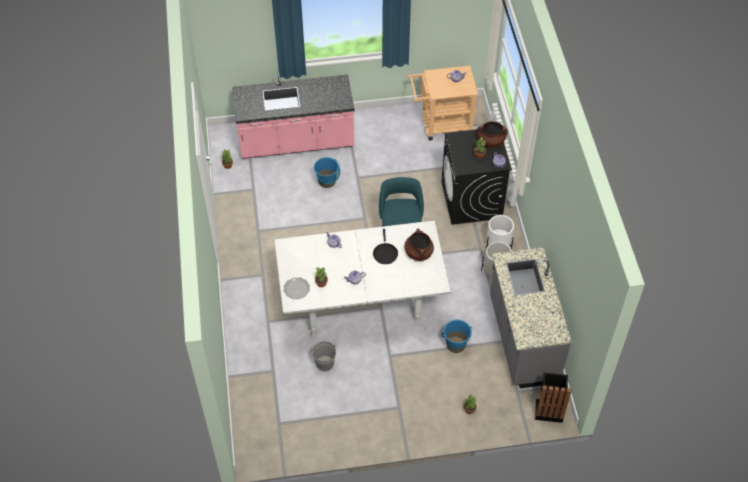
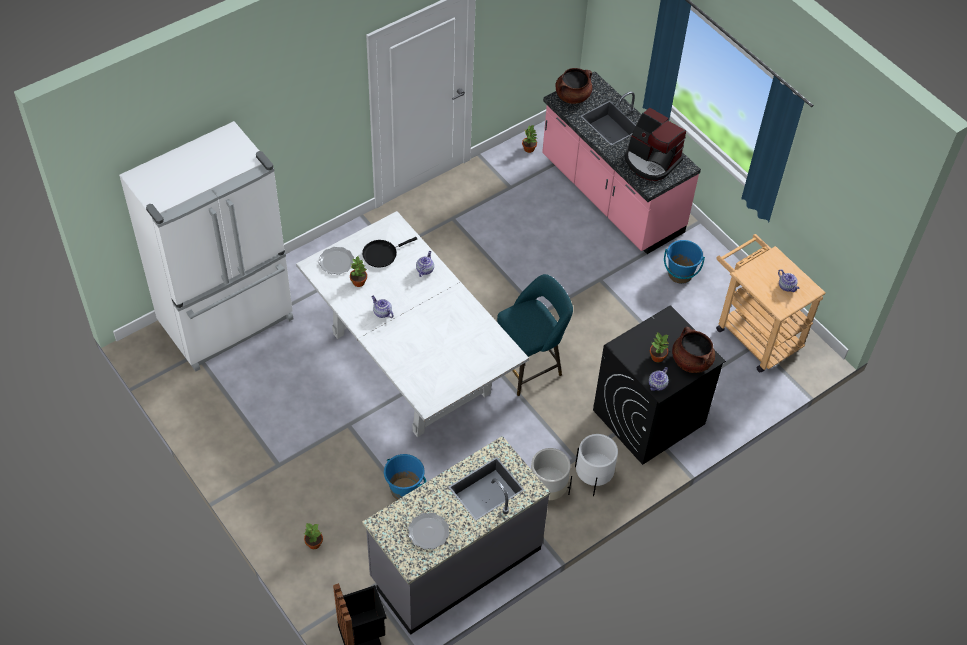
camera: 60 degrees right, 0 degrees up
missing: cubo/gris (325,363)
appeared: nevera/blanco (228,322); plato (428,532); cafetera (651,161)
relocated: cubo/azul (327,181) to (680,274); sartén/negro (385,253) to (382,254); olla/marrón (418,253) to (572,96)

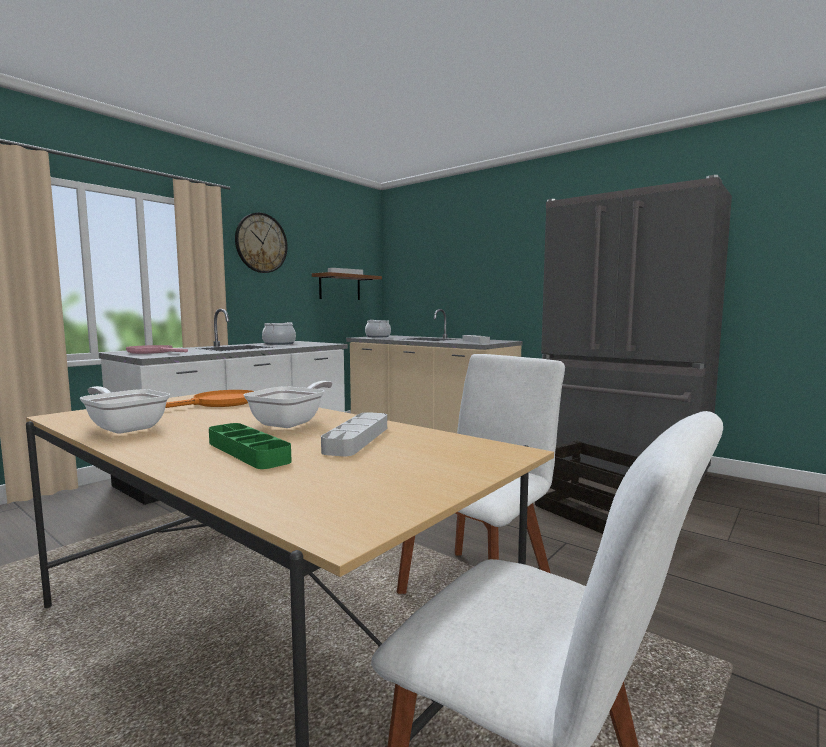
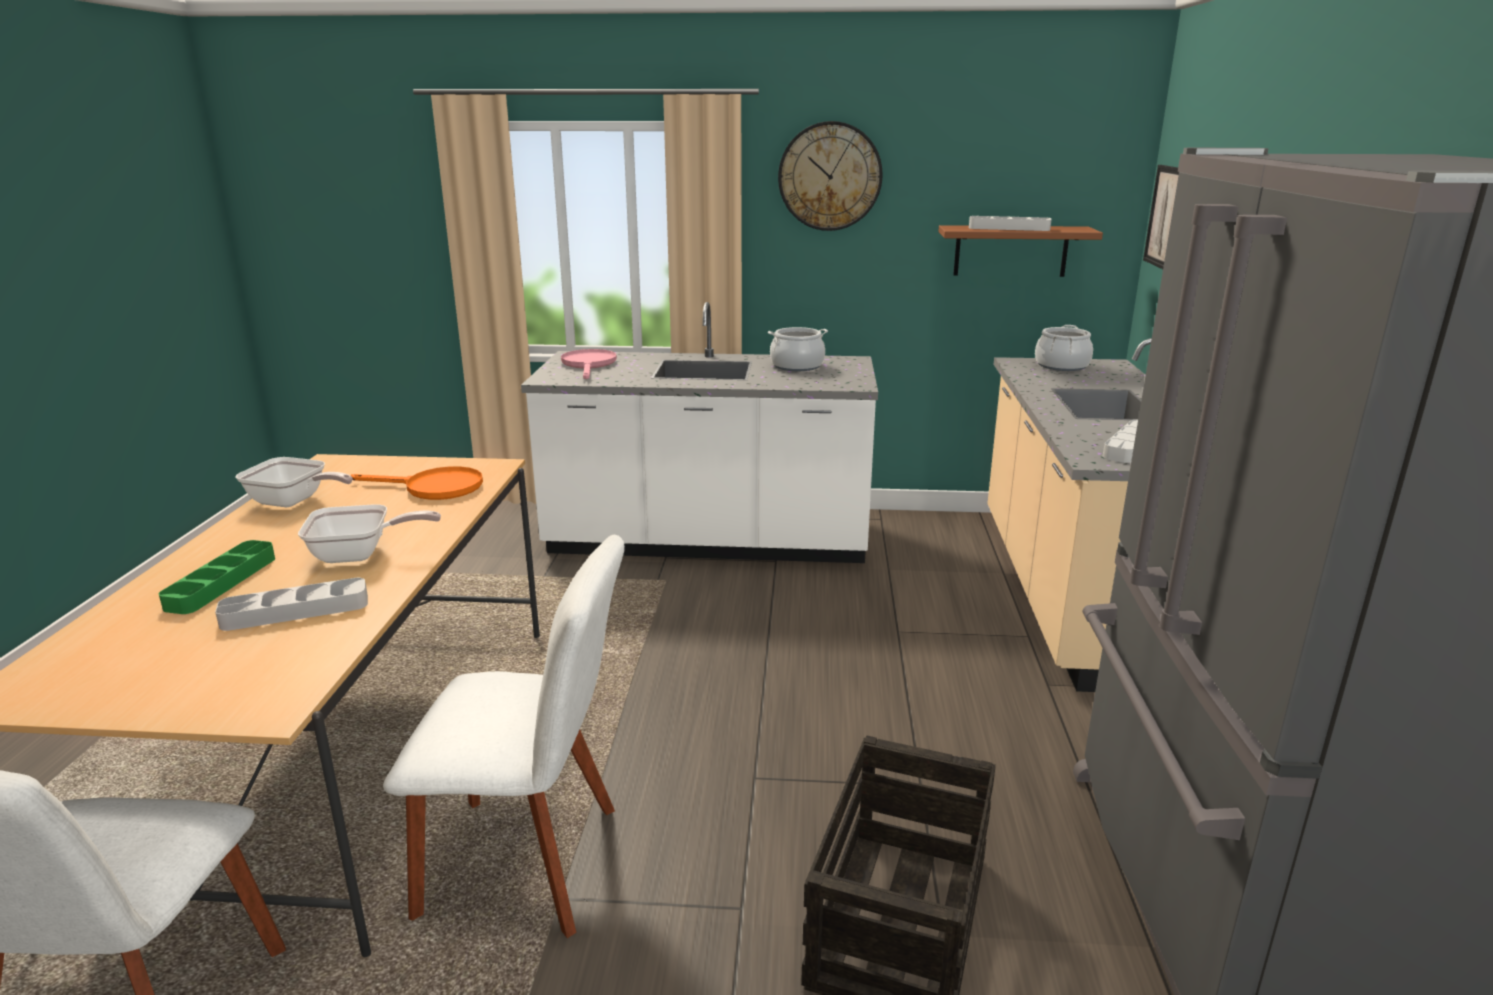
camera: 55 degrees right, 15 degrees up
appeared: cuadro (1163,216)
spun: sartén (125,427) = (294,502) 105 degrees clockwise

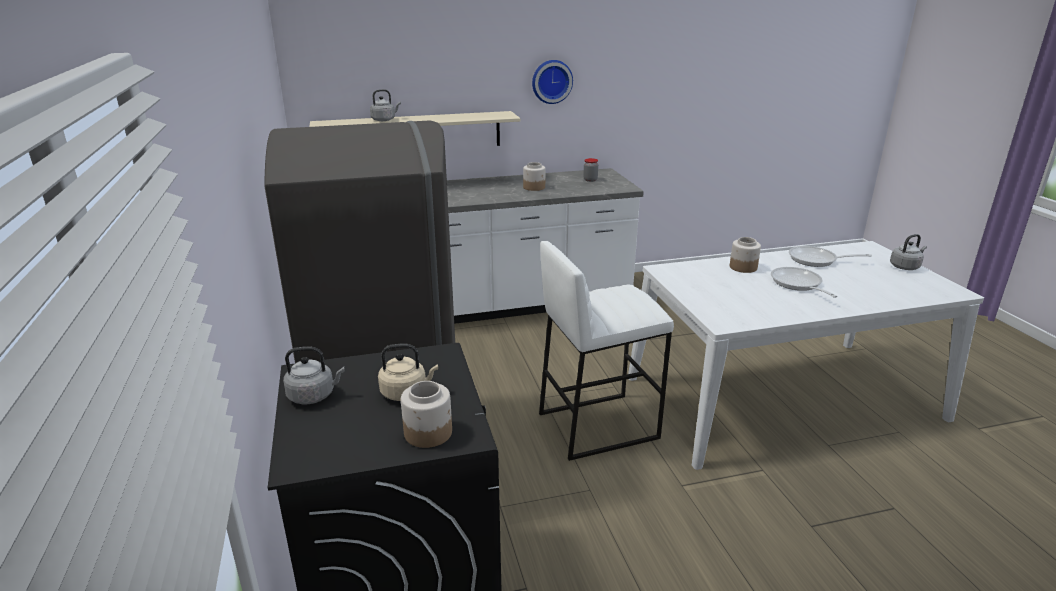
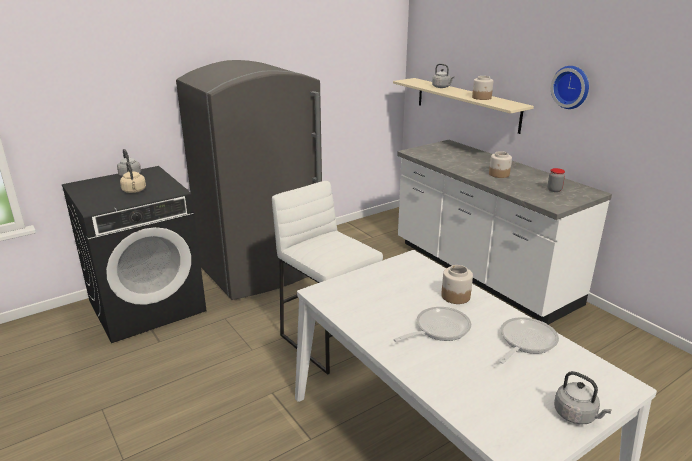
camera: 70 degrees right, 0 degrees up
relocated: tarro (429,433) to (482,98)
spun: sartén (817,260) = (525,342) 45 degrees clockwise

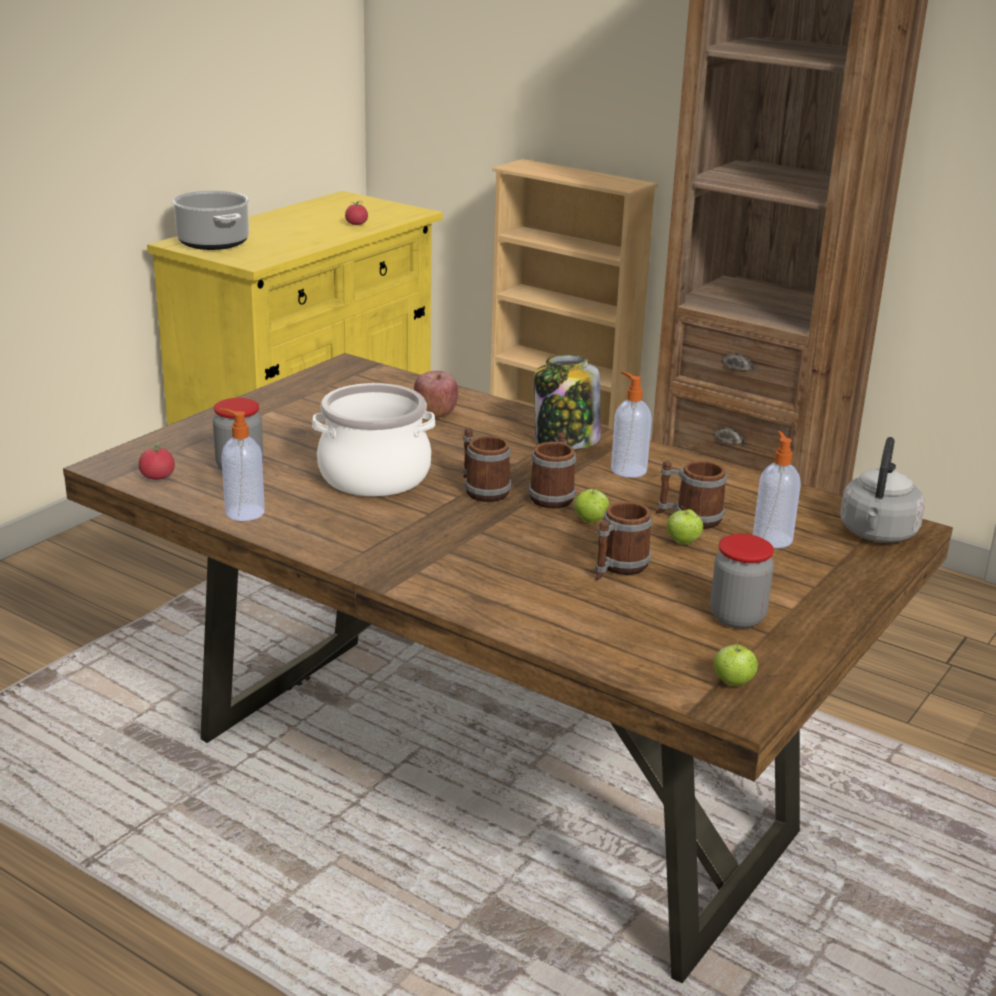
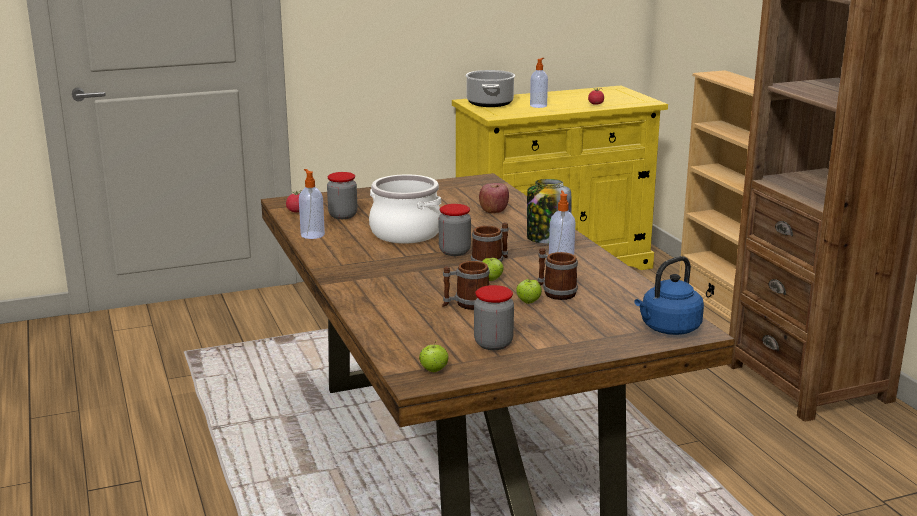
camera: 35 degrees right, 5 degrees down
relocated: dispensador de jabón (771,538) to (538,106)
exchanged: taza grande (482,489) to tarro (454,251)
colour: hervidor/gris (877,534) to hervidor/azul (668,329)

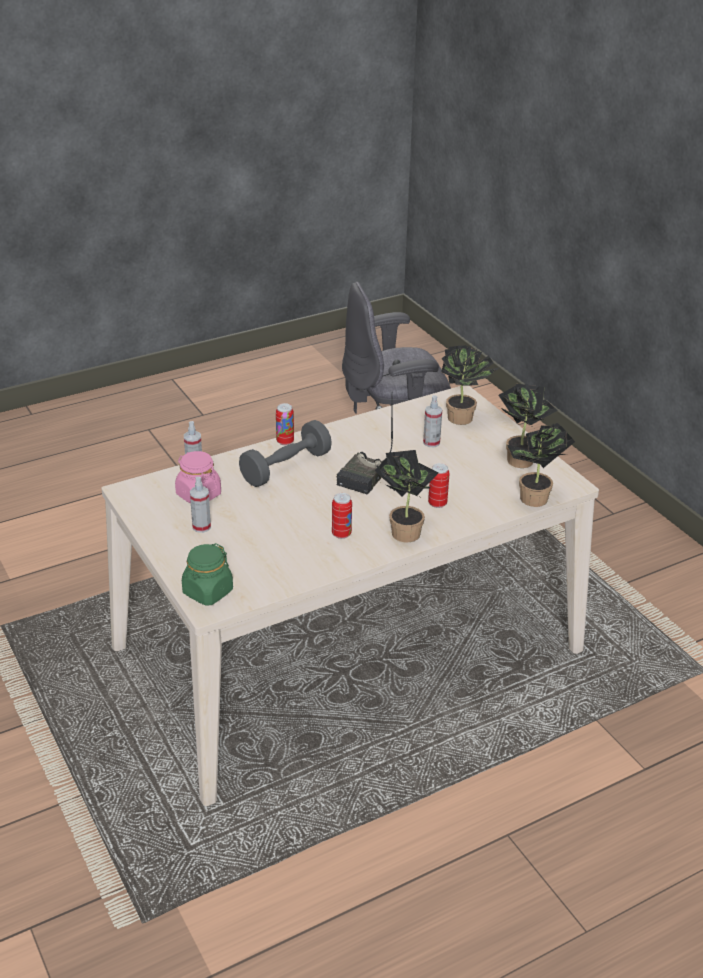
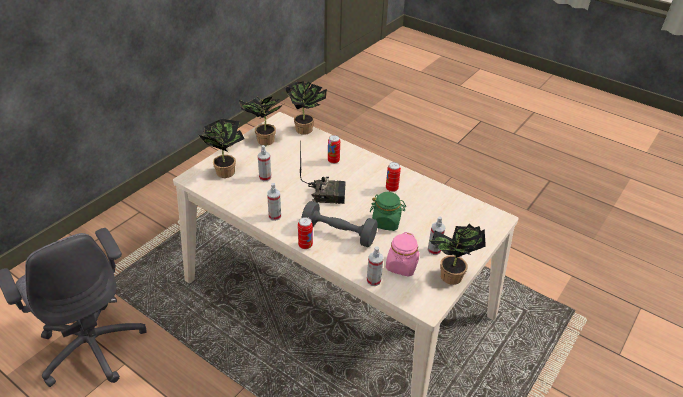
camera: 115 degrees left, 5 degrees up
appeared: pulverizador (274,216)
relocated: tarro/verde (207,592) to (386,222); planta en maceta (403,531) to (449,278)

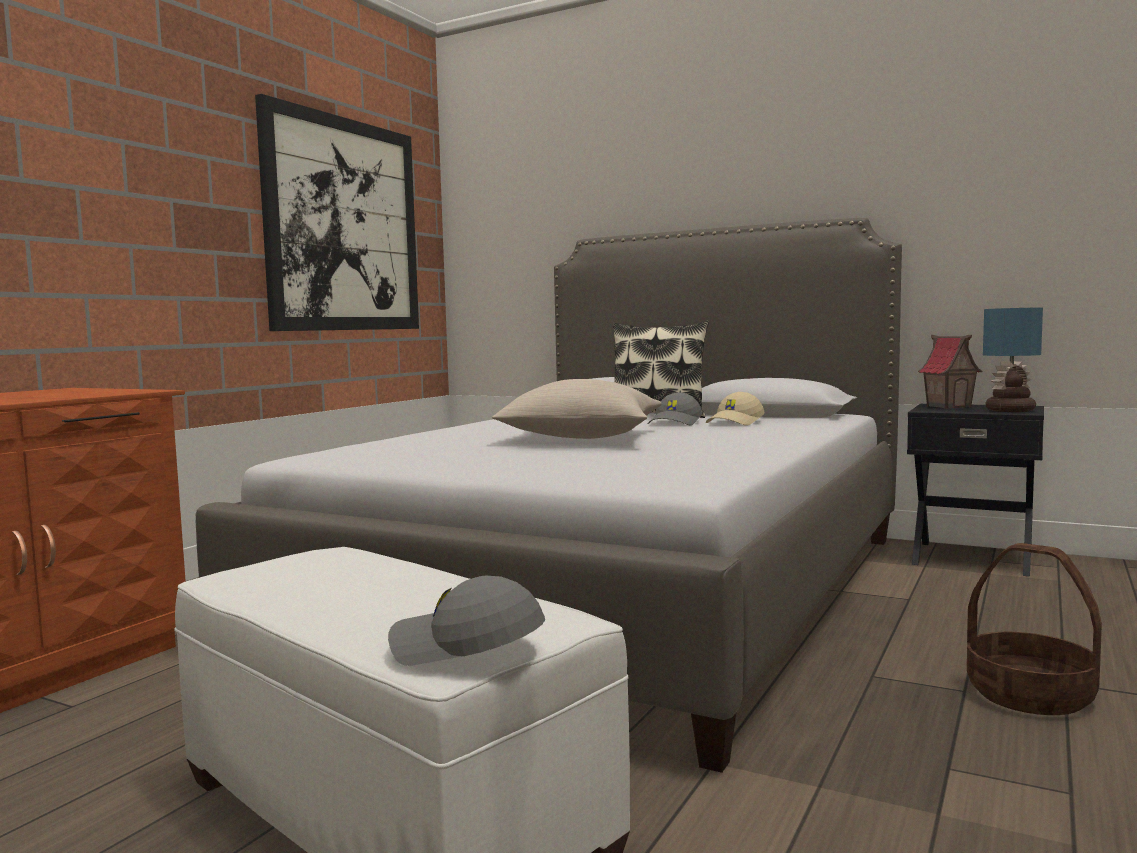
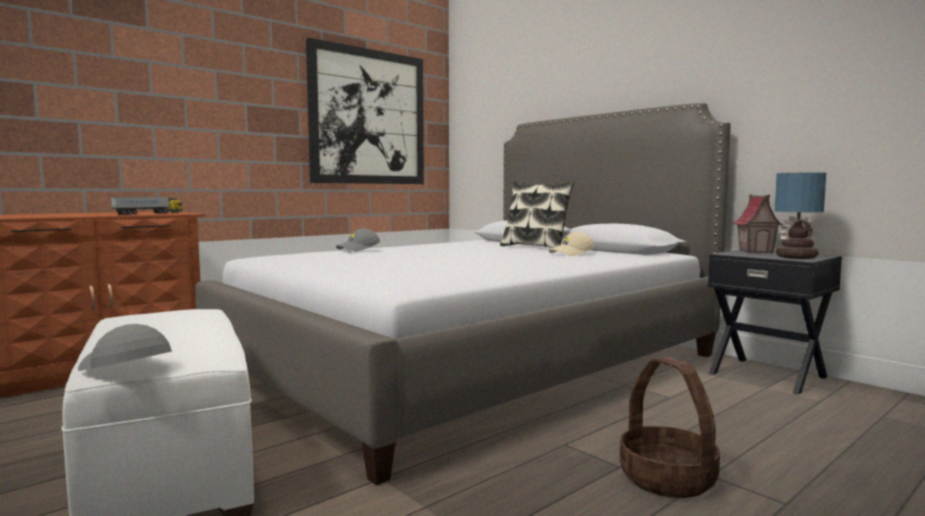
camera: 20 degrees right, 0 degrees up
missing: cojín/beis (582,437)
appeared: camión de juguete (148,213)
relocated: gorra/gris (676,422) to (358,249)

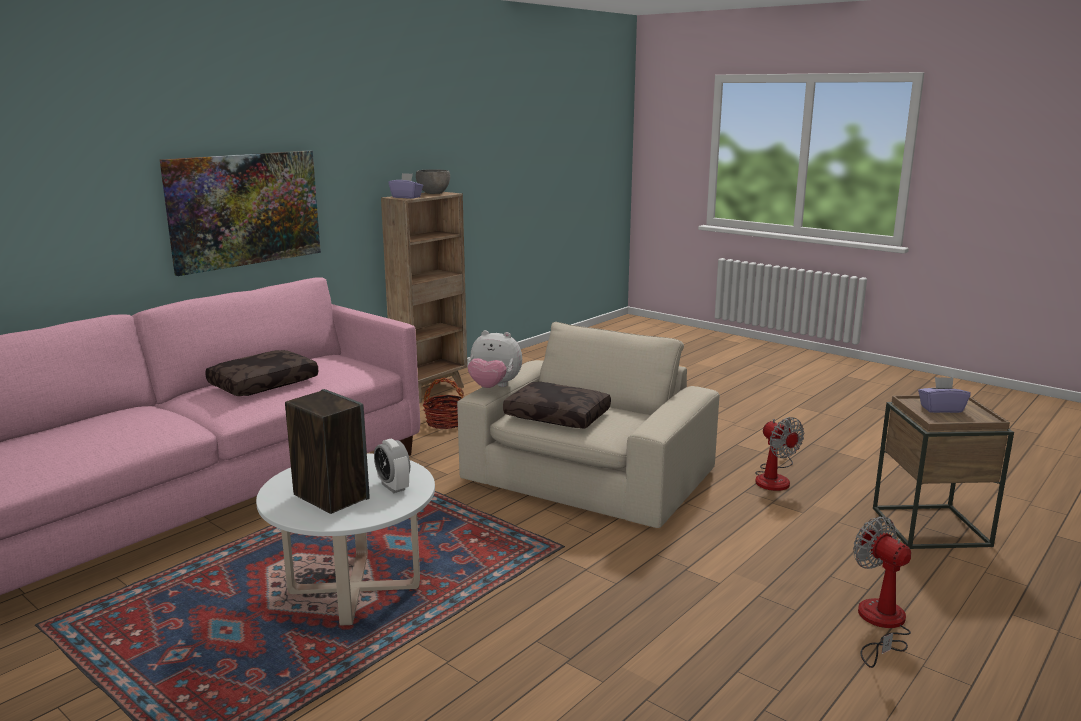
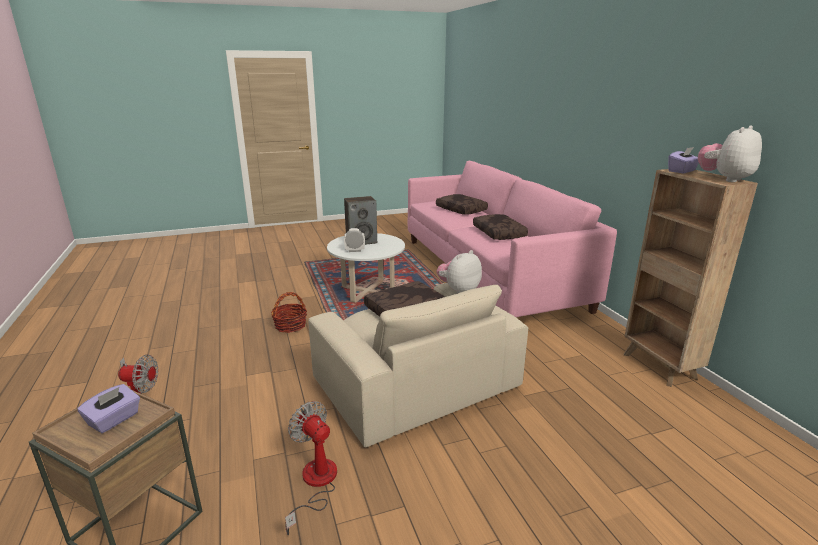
camera: 120 degrees right, 5 degrees up
missing: cuadro (245,209)
appeared: cojín/marrón (462,210)
relocated: cesta (445,422) to (290,325)
exchanged: cuenco/gris (434,193) to peluche (725,179)
spun: ventilador (774,478) = (315,484) 45 degrees clockwise

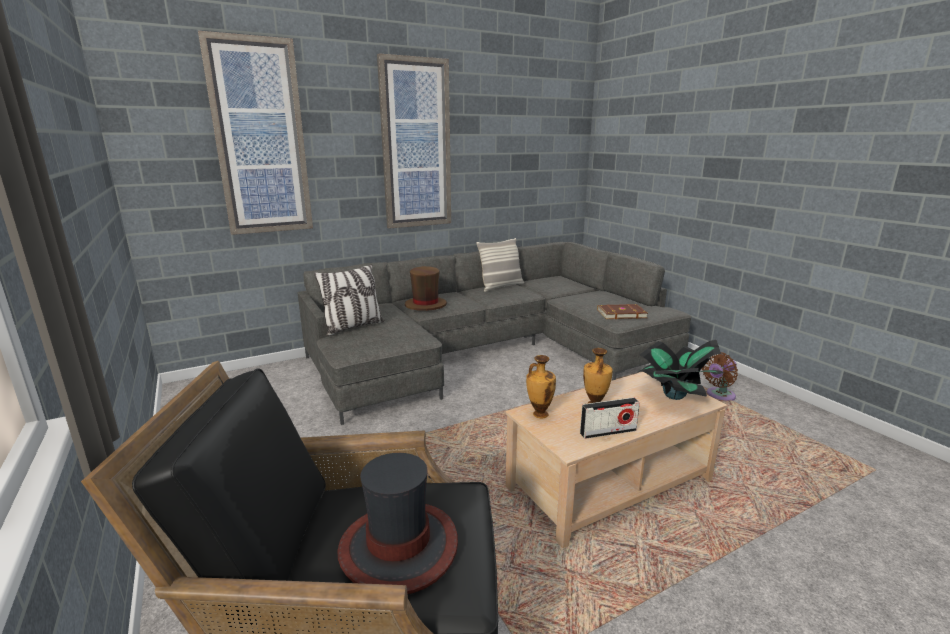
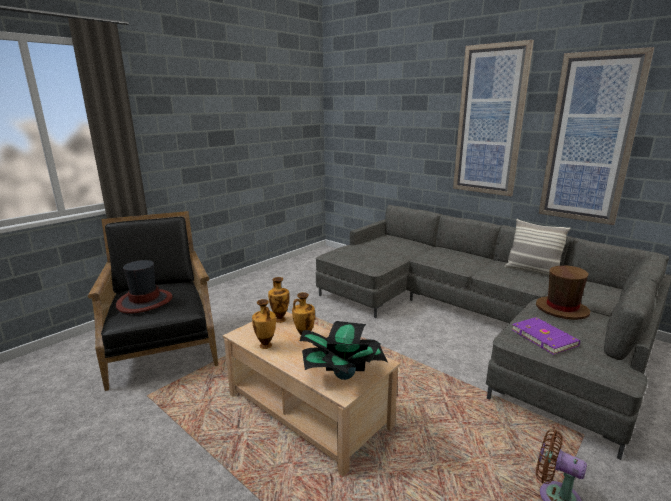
camera: 70 degrees right, 0 degrees up
missing: cojín (353,327)
relocated: cuadro (260,139) to (590,139); sombrero/marrón (425,305) to (561,309)
exchanged: radio (608,432) to florero (265,346)
colour: libro/marrón (620,313) to libro/morado (544,337)

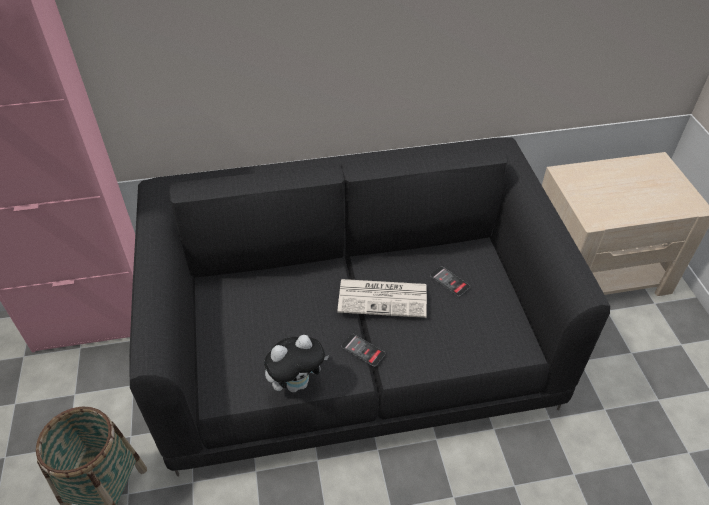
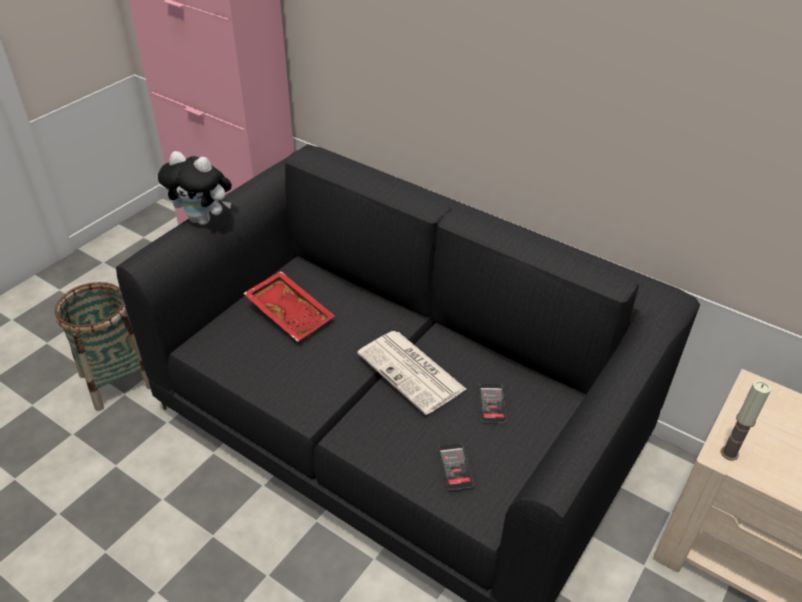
camera: 45 degrees right, 5 degrees down
appeared: bandeja/rojo (291,313); vela (729,453)
relocated: peluche (297,382) to (204,220); móvil (363,350) to (455,467)

